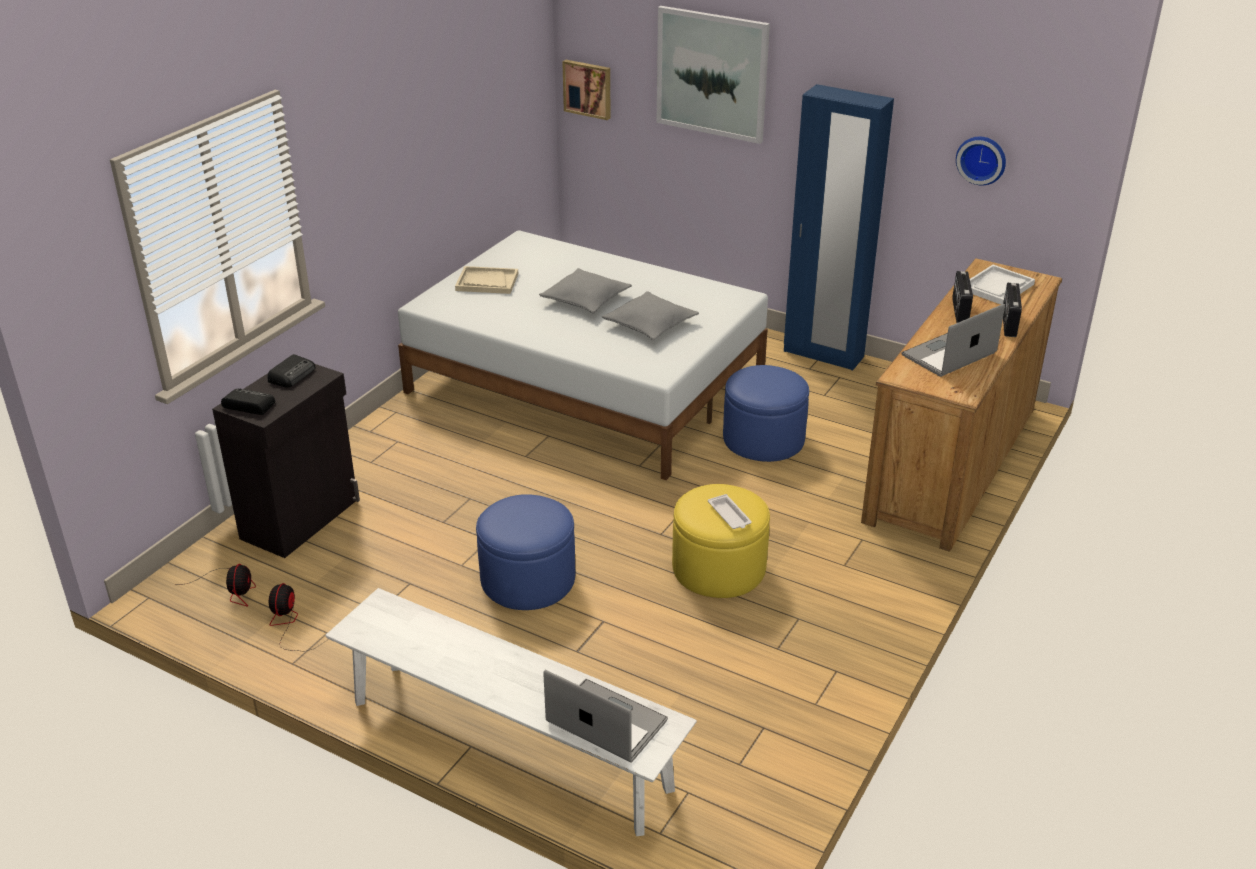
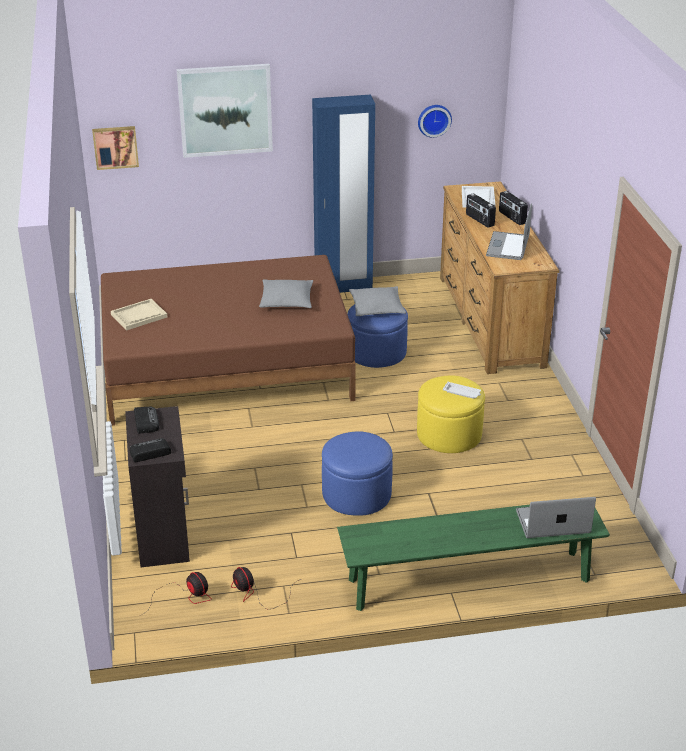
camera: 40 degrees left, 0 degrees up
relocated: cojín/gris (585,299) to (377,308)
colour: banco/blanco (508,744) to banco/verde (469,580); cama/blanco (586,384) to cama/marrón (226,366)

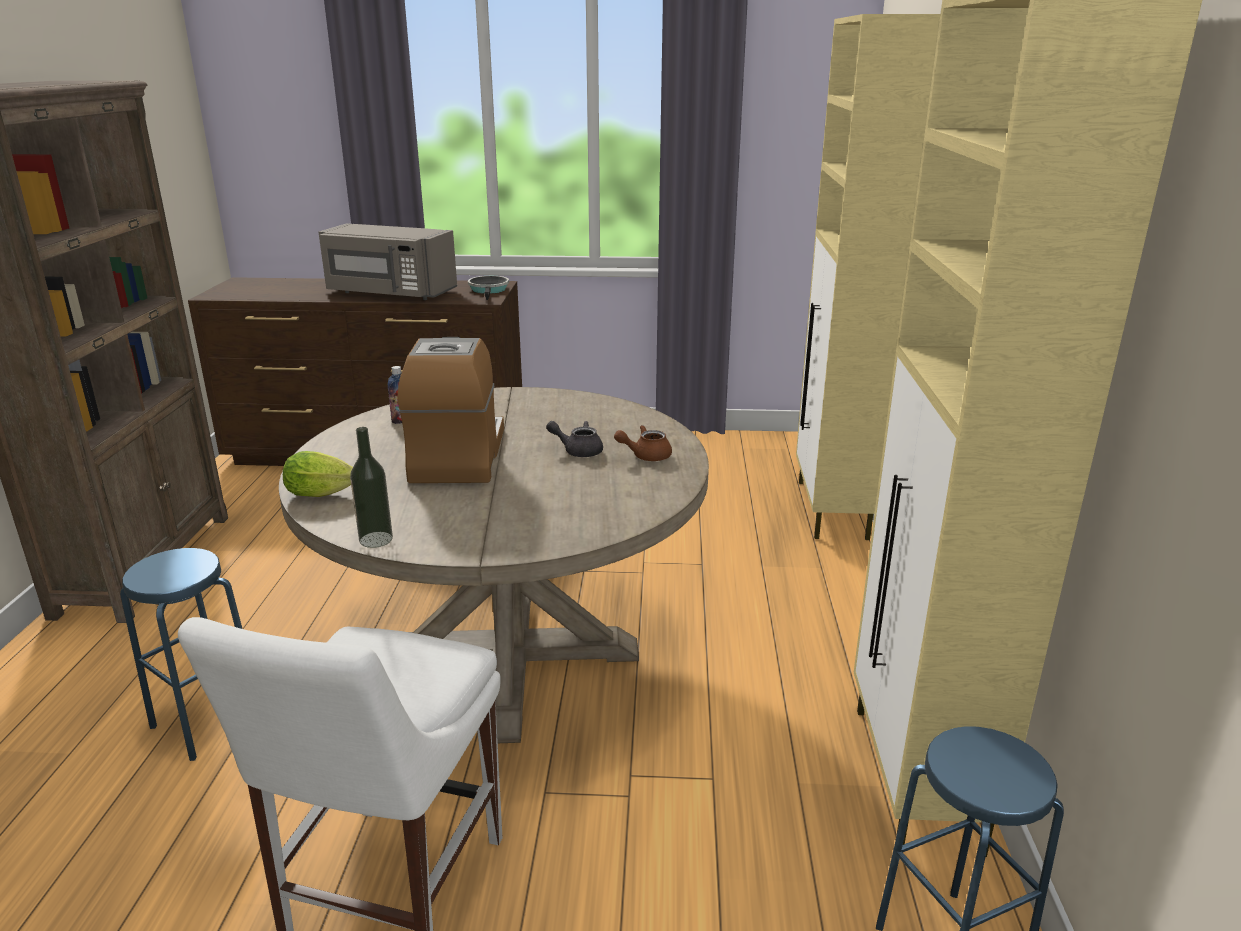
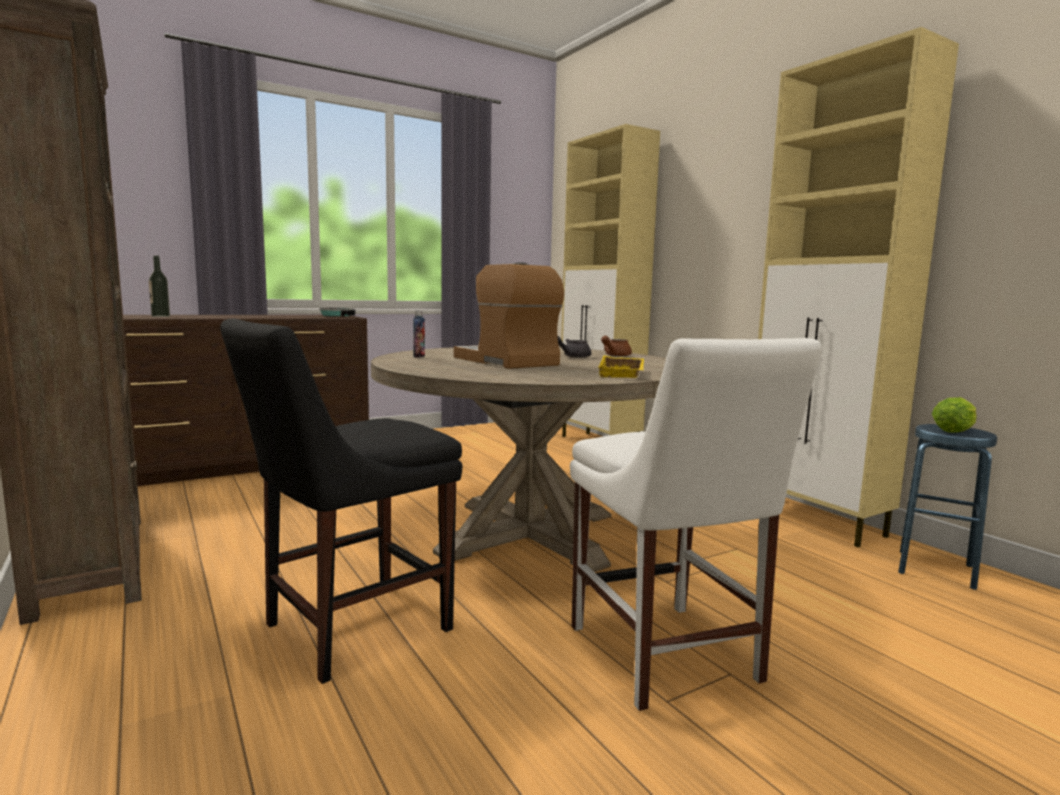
camera: 35 degrees left, 15 degrees down
missing: microondas/gris (389,293)
appeared: bandeja/amarillo (623,373)
relocated: lechuga (325,494) to (955,431); botella (376,539) to (160,316)
exchanged: taburete/azul (207,722) to silla/negro (349,629)

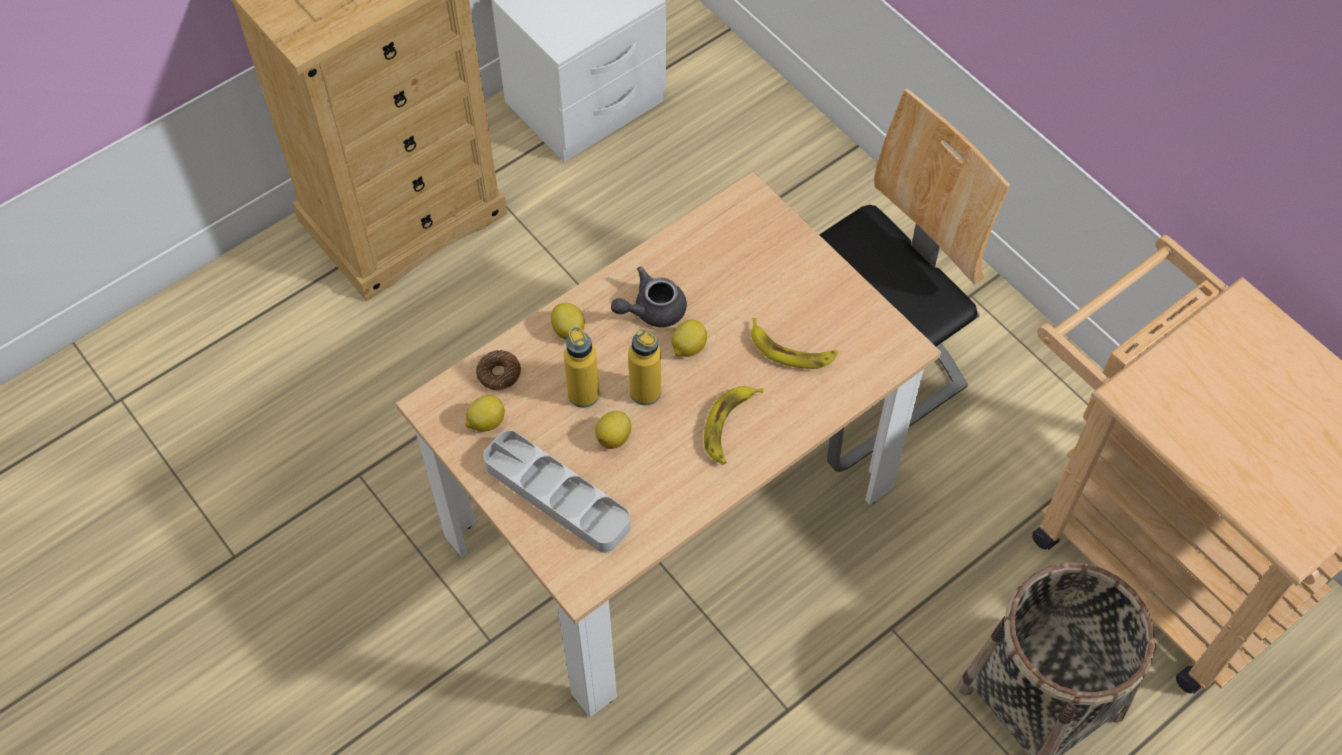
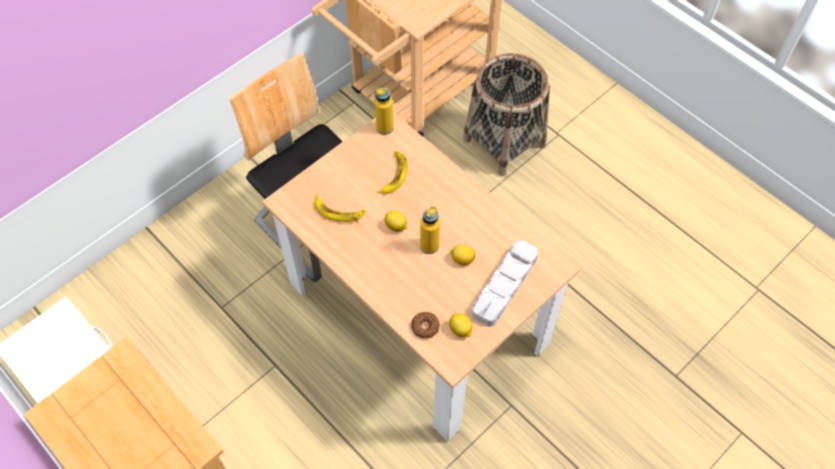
camera: 95 degrees left, 0 degrees up
missing: limón (568,331); tetera/gris (652,310)
relocated: botella/amarillo (583,394) to (384,128); plátano (730,426) to (339,211)

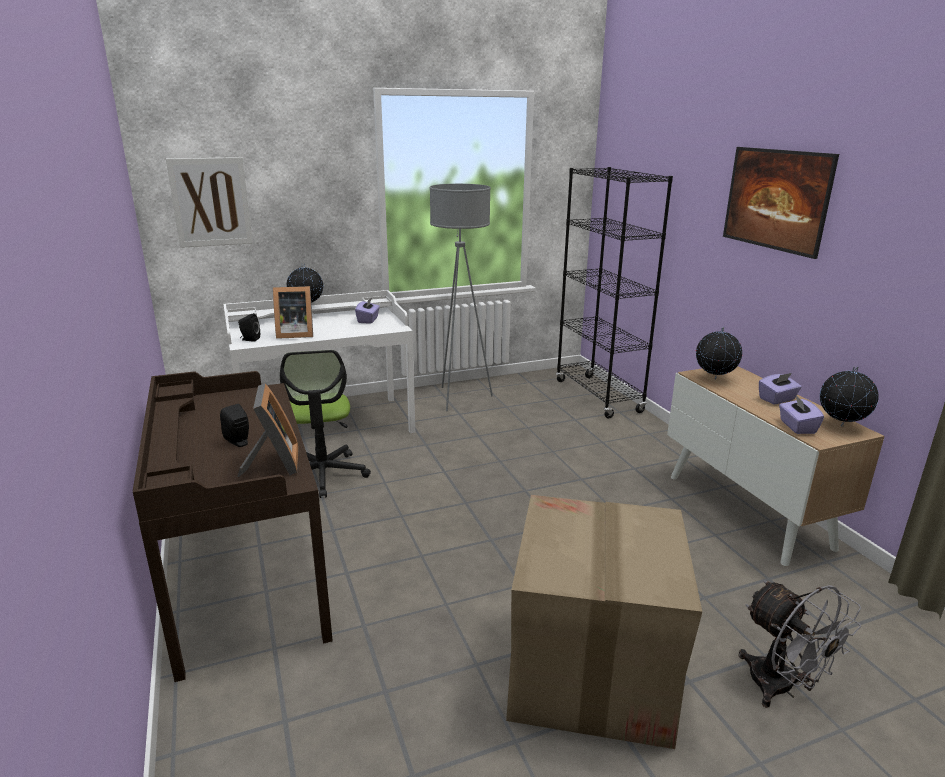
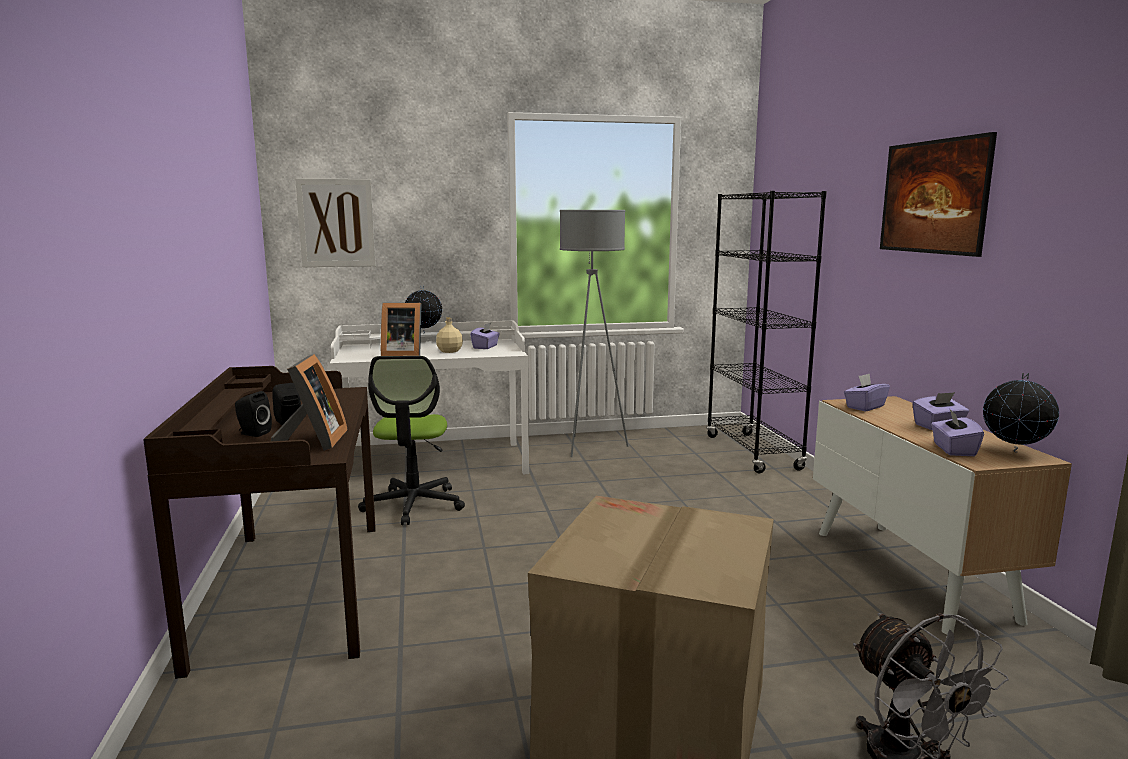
camera: 10 degrees right, 10 degrees down
appeared: botella/beis (450,351)
relocated: altavoz/negro (249,339) to (253,433)
exchanged: globo terráqueo (714,379) to caja de pañuelos/morado (864,407)

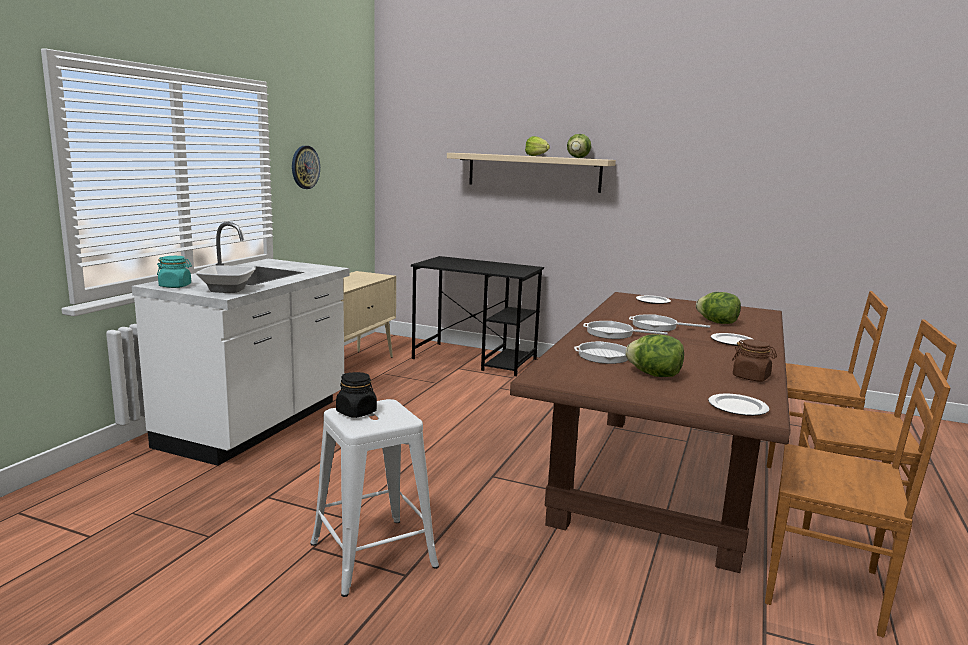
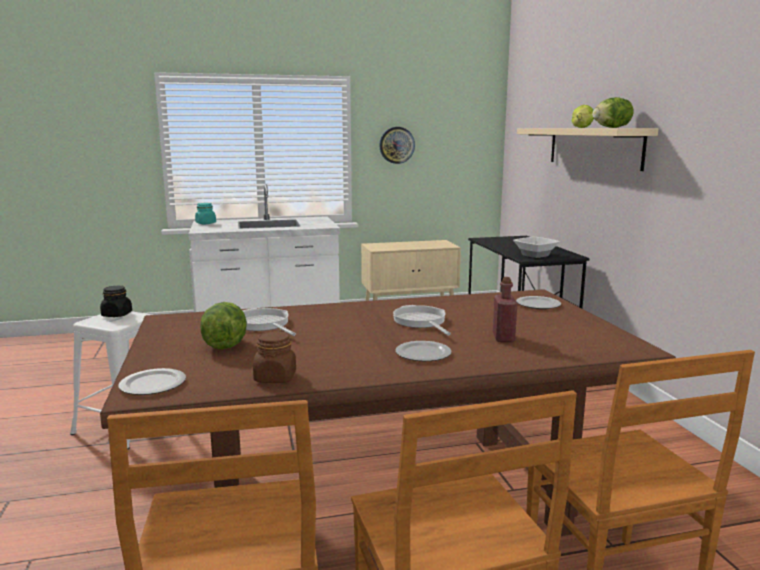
camera: 55 degrees right, 0 degrees up
missing: sartén (613,333)
relocated: cuenco (228,290) to (536,255)
exchanged: lechuga (717,322) to botella/rojo (503,338)

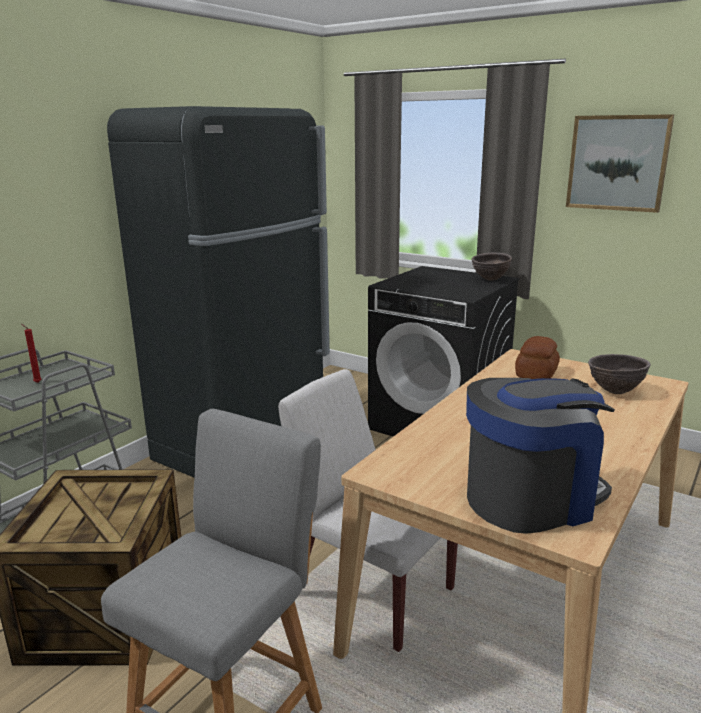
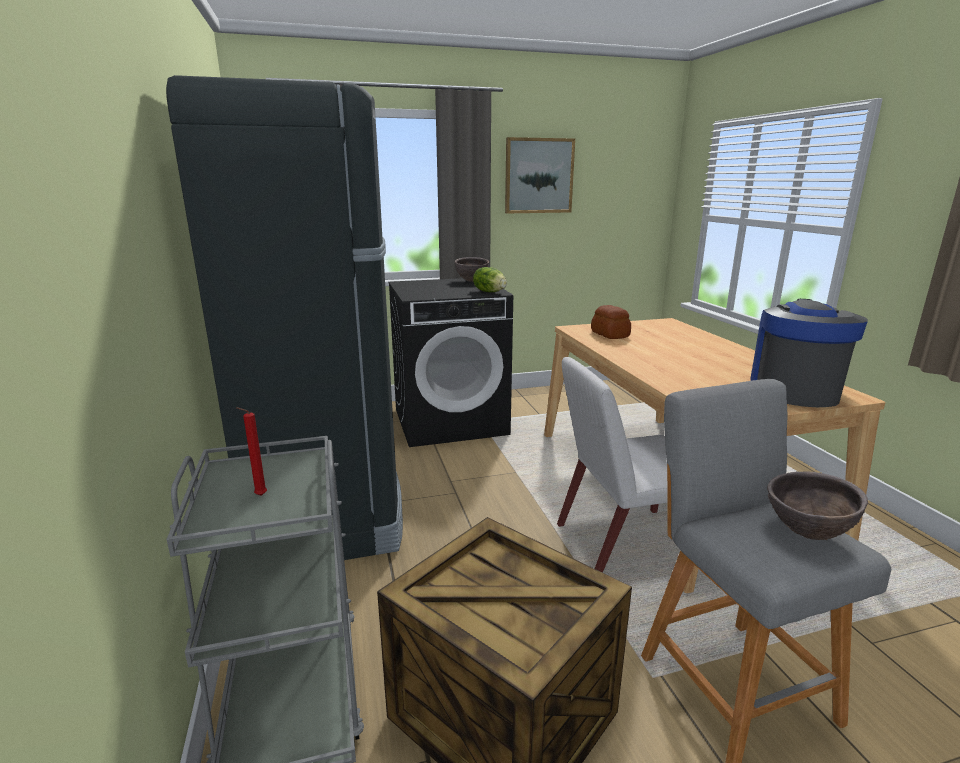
camera: 50 degrees left, 0 degrees up
appeared: lechuga (490,292)
relocated: cuenco/marrón (614,391) to (807,533)

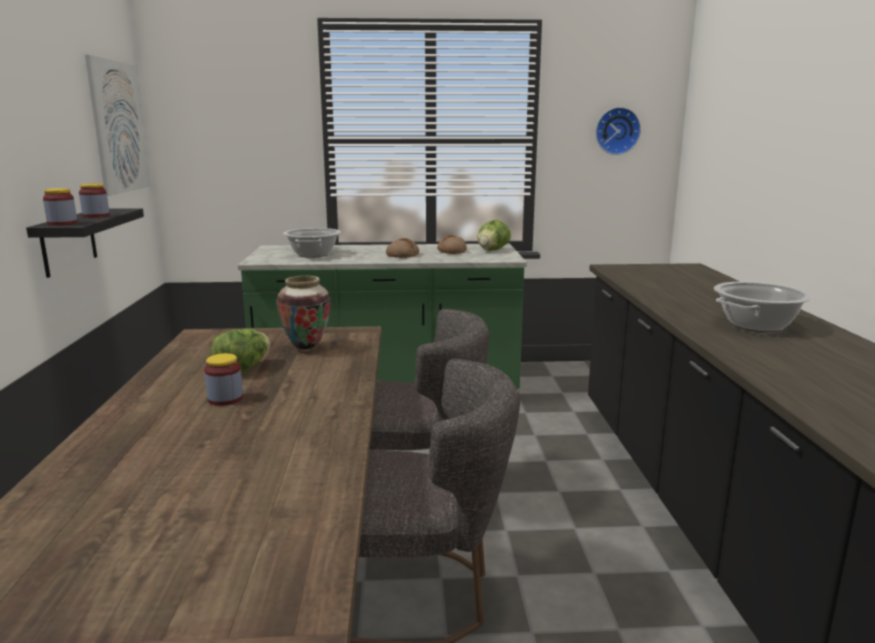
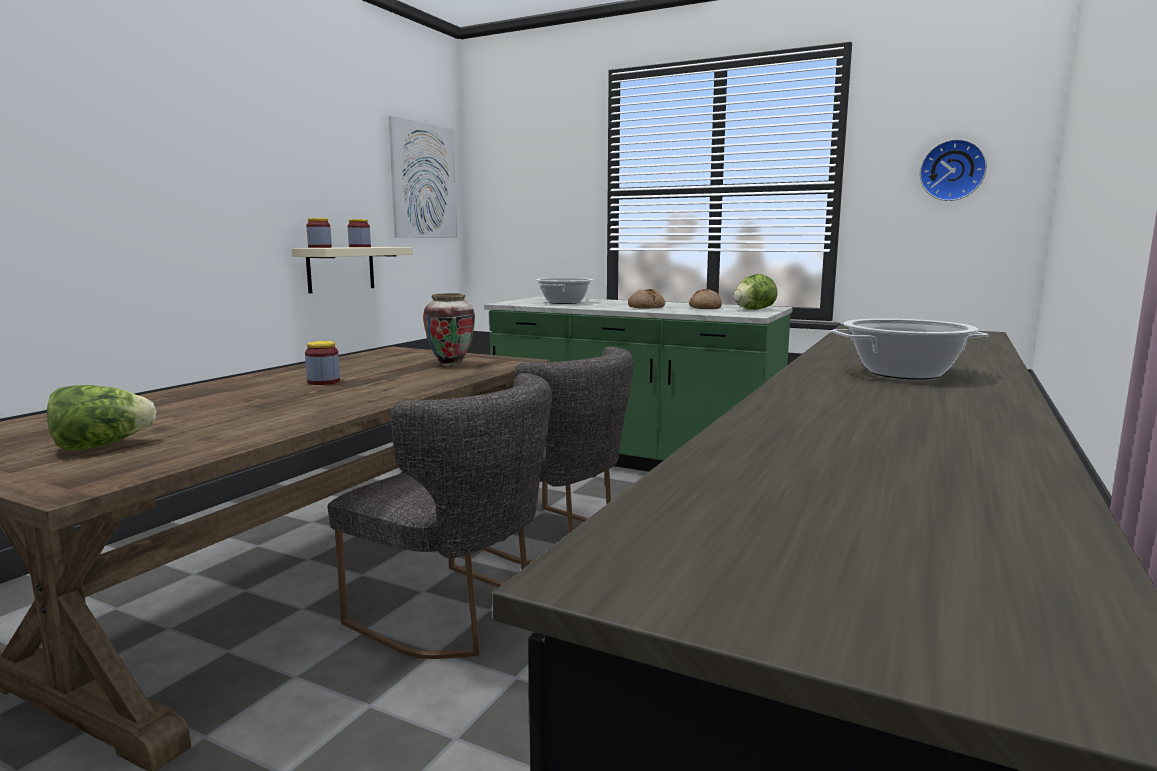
camera: 30 degrees right, 5 degrees down
relocated: lechuga (243,369) to (102,446)
colour: estante/negro (68,242) to estante/beis (341,269)

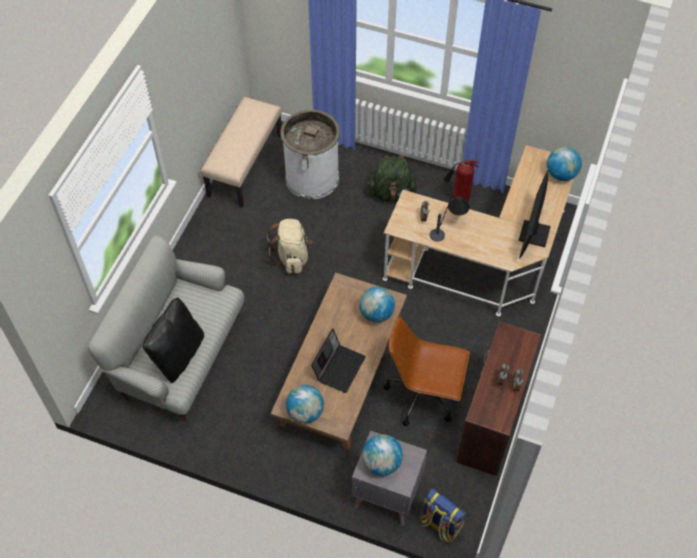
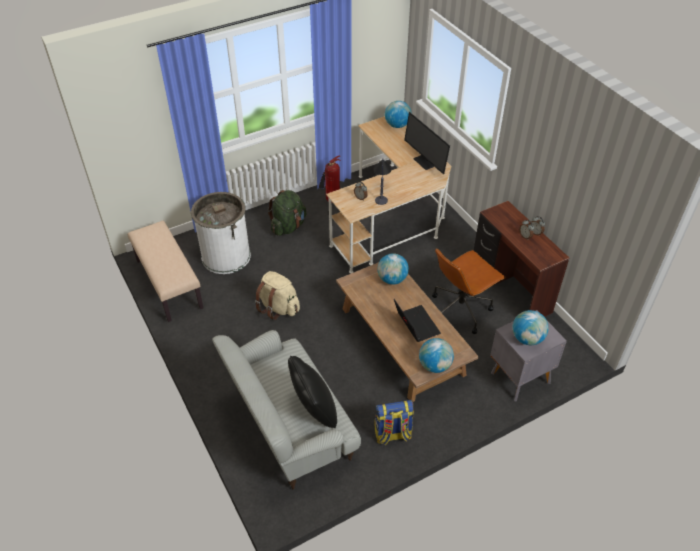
camera: 50 degrees left, 10 degrees down
relocated: mochila (440,524) to (392,434)

